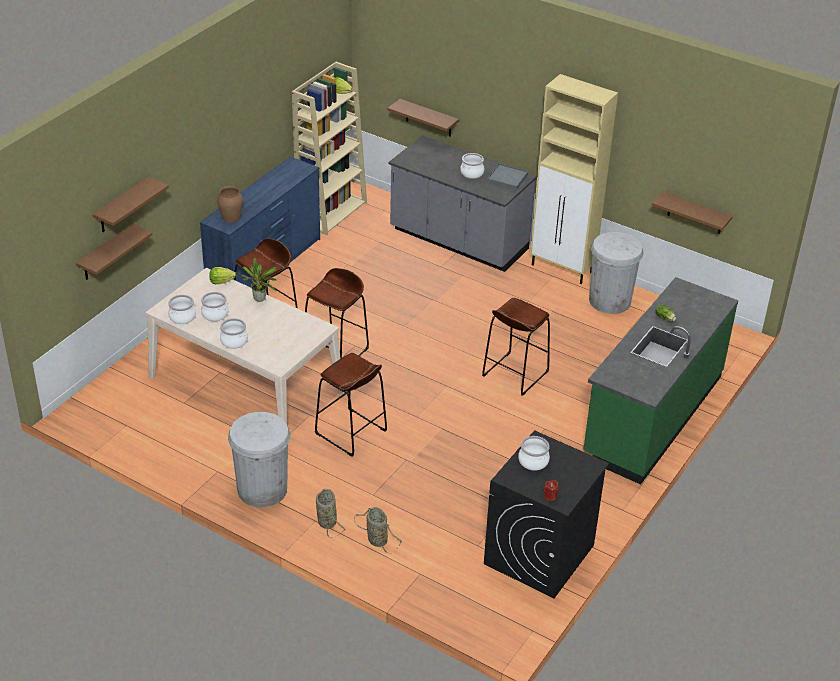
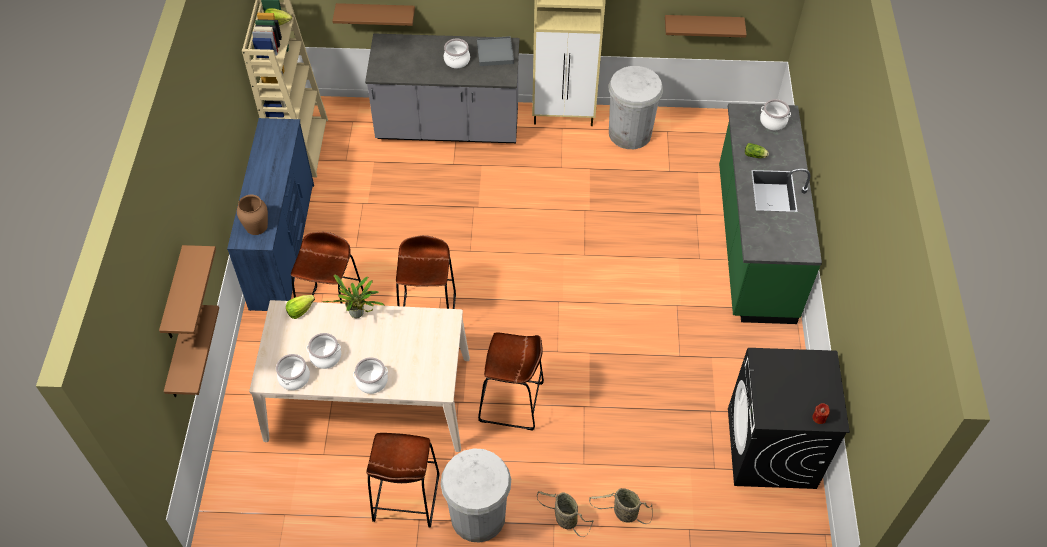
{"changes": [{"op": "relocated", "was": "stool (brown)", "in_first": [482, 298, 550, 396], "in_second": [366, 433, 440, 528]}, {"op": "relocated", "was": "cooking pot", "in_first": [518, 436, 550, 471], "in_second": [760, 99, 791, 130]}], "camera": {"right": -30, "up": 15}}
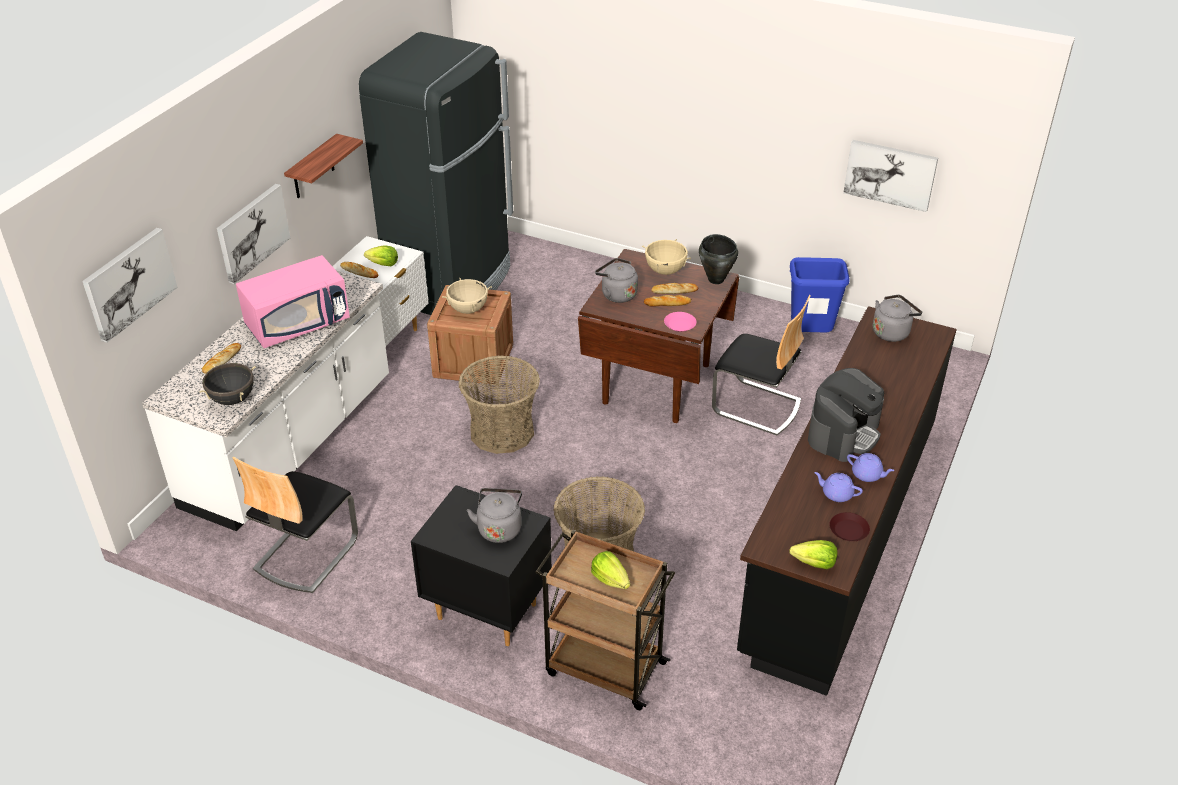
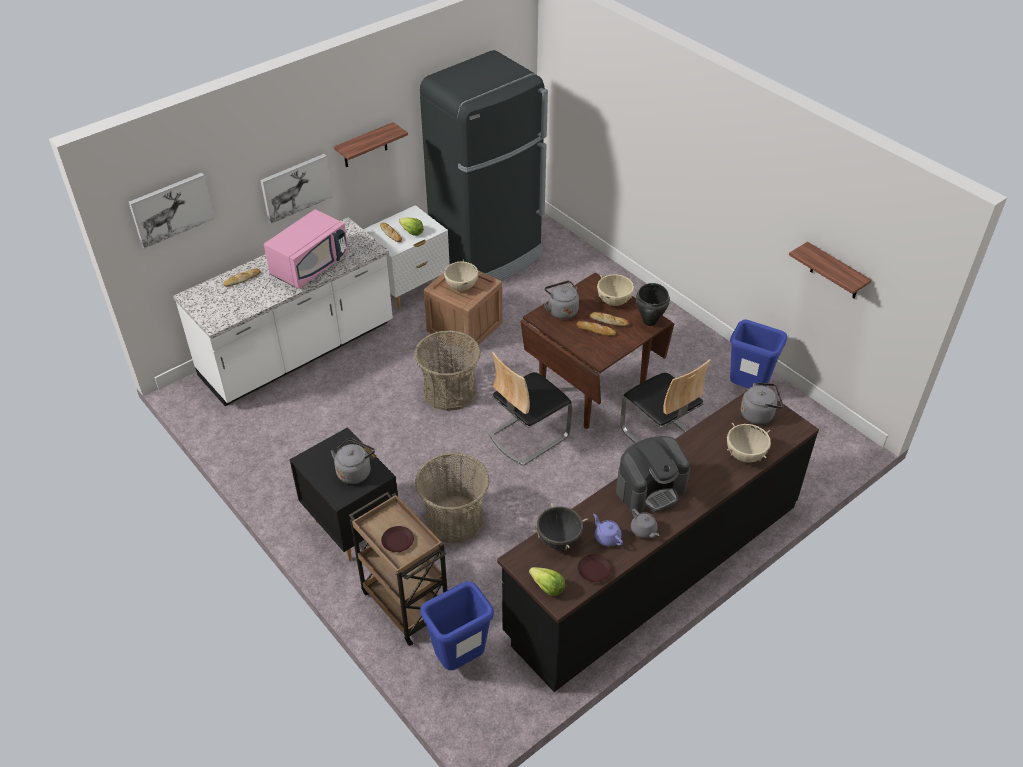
{"changes": [{"op": "spun", "was": "kitchen microwave (pink)", "in_first": [236, 255, 350, 348], "in_second": [264, 209, 348, 289], "clockwise": -45}, {"op": "exchanged", "was": "head of lettuce", "now": "plate (brown)", "in_first": [591, 551, 630, 589], "in_second": [381, 526, 414, 552]}, {"op": "appeared", "now": "trash can (blue-coloured)", "in_second": [421, 581, 494, 670]}, {"op": "relocated", "was": "upright chair", "in_first": [233, 457, 358, 593], "in_second": [488, 352, 572, 466]}, {"op": "relocated", "was": "cooking pot (black)", "in_first": [199, 363, 256, 405], "in_second": [532, 503, 588, 550]}, {"op": "colour", "was": "teapot (purple-coloured)", "now": "teapot (greyish)", "in_first": [847, 453, 895, 482], "in_second": [631, 509, 659, 538]}, {"op": "appeared", "now": "cooking pot (sand-coloured)", "in_second": [727, 423, 771, 463]}, {"op": "exchanged", "was": "wall art", "now": "wall shelf", "in_first": [843, 140, 938, 212], "in_second": [789, 242, 872, 299]}, {"op": "missing", "was": "plate (pink)", "in_first": [664, 312, 696, 332]}], "camera": {"right": 25, "up": 5}}
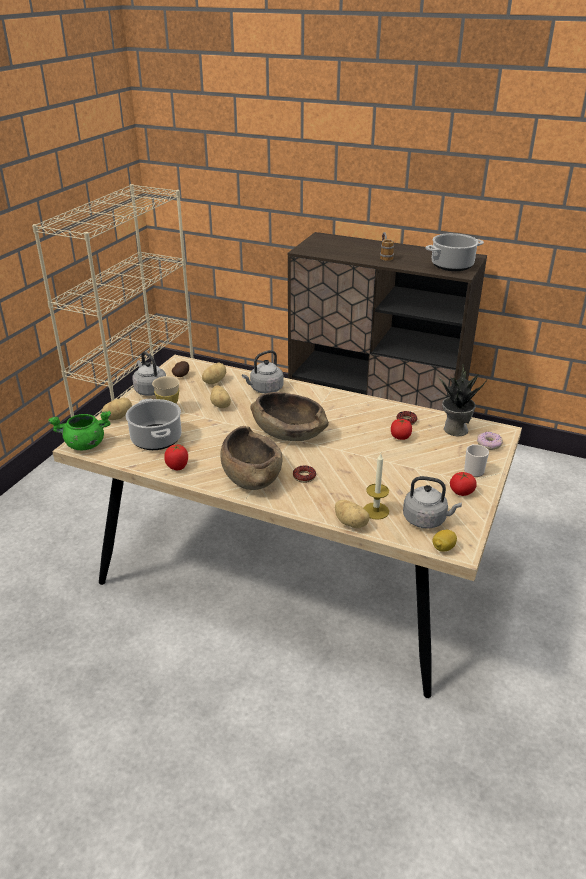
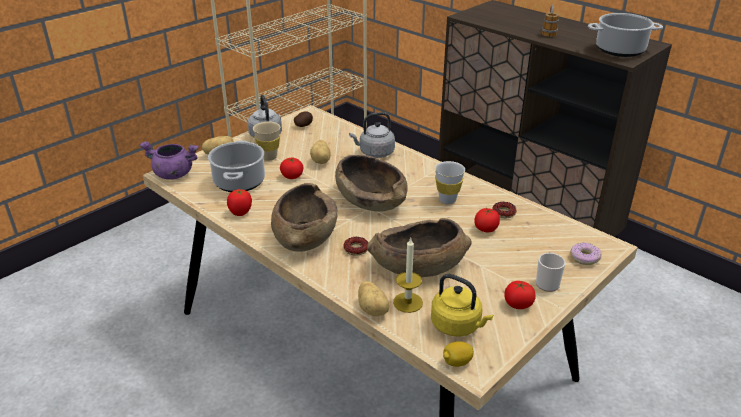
{"changes": [{"op": "colour", "was": "cooking pot (green-coloured)", "now": "cooking pot (purple-coloured)", "in_first": [48, 411, 111, 450], "in_second": [140, 142, 199, 179]}, {"op": "appeared", "now": "fresh tomato", "in_second": [280, 158, 303, 179]}, {"op": "appeared", "now": "bowl (brown)", "in_second": [367, 218, 472, 277]}, {"op": "colour", "was": "tea kettle (greyish)", "now": "tea kettle (yellowish)", "in_first": [403, 476, 462, 529], "in_second": [431, 274, 493, 337]}, {"op": "appeared", "now": "drinking cup (white-coloured)", "in_second": [435, 161, 465, 204]}, {"op": "missing", "was": "potato", "in_first": [202, 363, 226, 384]}, {"op": "missing", "was": "plant in a pot", "in_first": [438, 364, 487, 436]}], "camera": {"right": 20, "up": 0}}
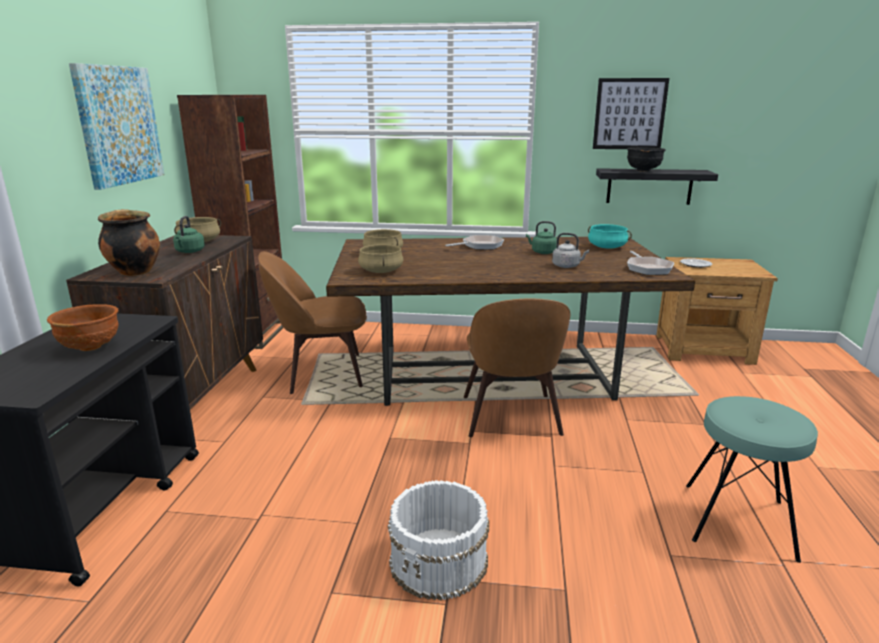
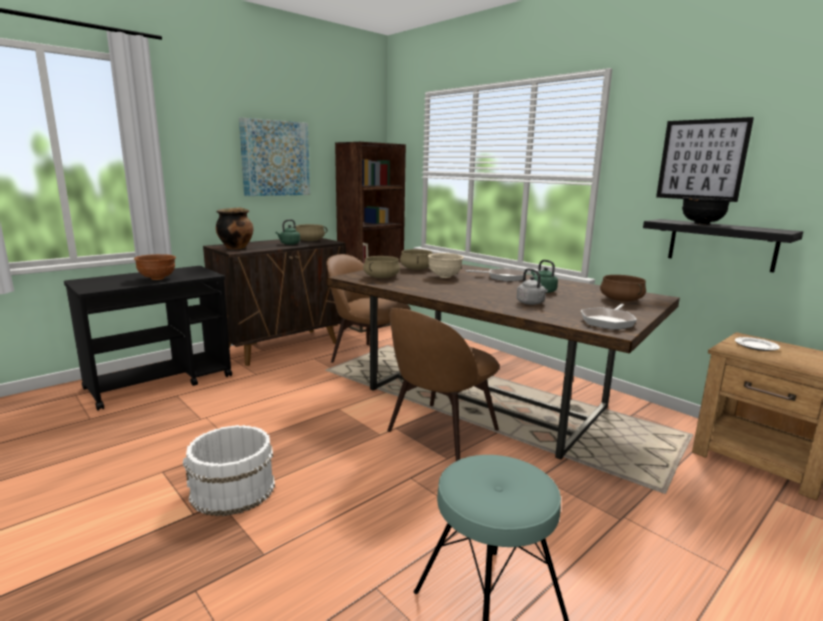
{"changes": [{"op": "appeared", "now": "bowl (sand-coloured)", "in_second": [428, 253, 464, 278]}, {"op": "colour", "was": "cooking pot (turquoise)", "now": "cooking pot (brown)", "in_first": [588, 224, 632, 249], "in_second": [600, 275, 646, 301]}], "camera": {"right": 40, "up": -5}}
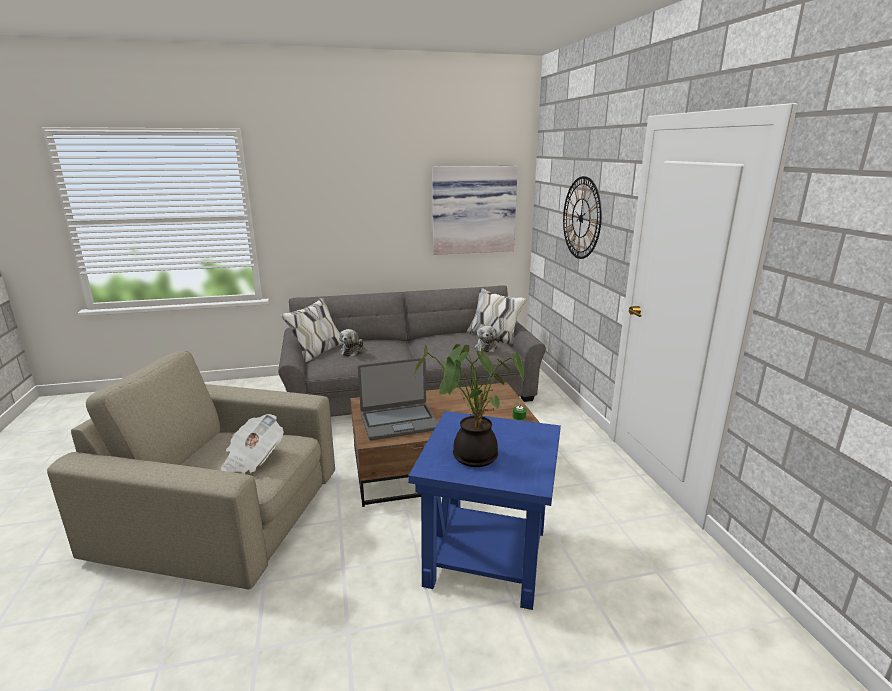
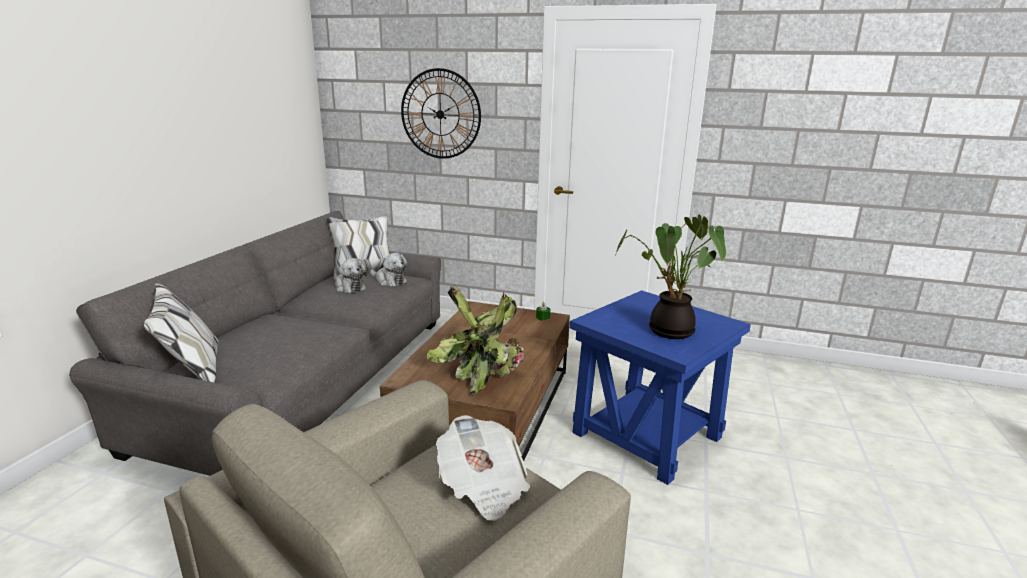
{"changes": [{"op": "relocated", "was": "cuddly toy", "in_first": [339, 329, 363, 357], "in_second": [334, 258, 367, 293]}, {"op": "exchanged", "was": "laptop", "now": "plant in a pot", "in_first": [358, 358, 438, 440], "in_second": [427, 285, 524, 395]}, {"op": "missing", "was": "wall art", "in_first": [432, 166, 518, 255]}], "camera": {"right": -60, "up": 0}}
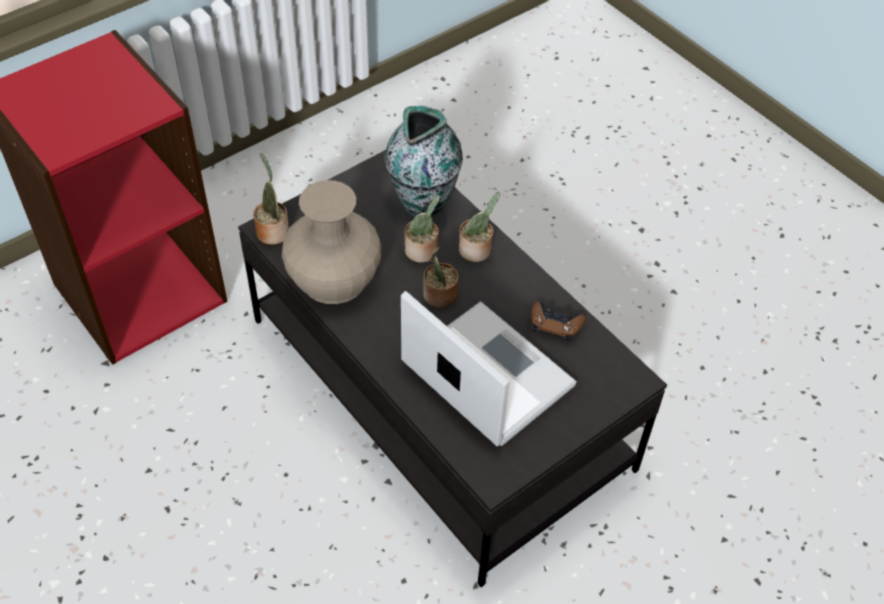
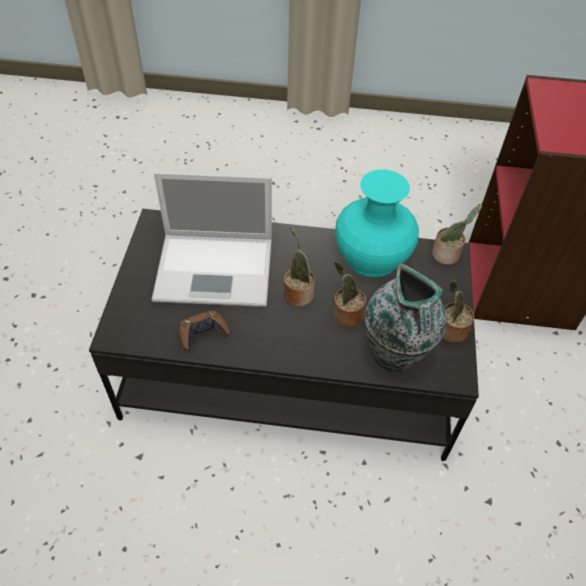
{"changes": [{"op": "colour", "was": "decorative vase (sand-coloured)", "now": "decorative vase (turquoise)", "in_first": [282, 180, 381, 304], "in_second": [335, 169, 419, 277]}, {"op": "relocated", "was": "plant in a pot", "in_first": [459, 192, 500, 262], "in_second": [442, 281, 474, 343]}], "camera": {"right": 135, "up": 0}}
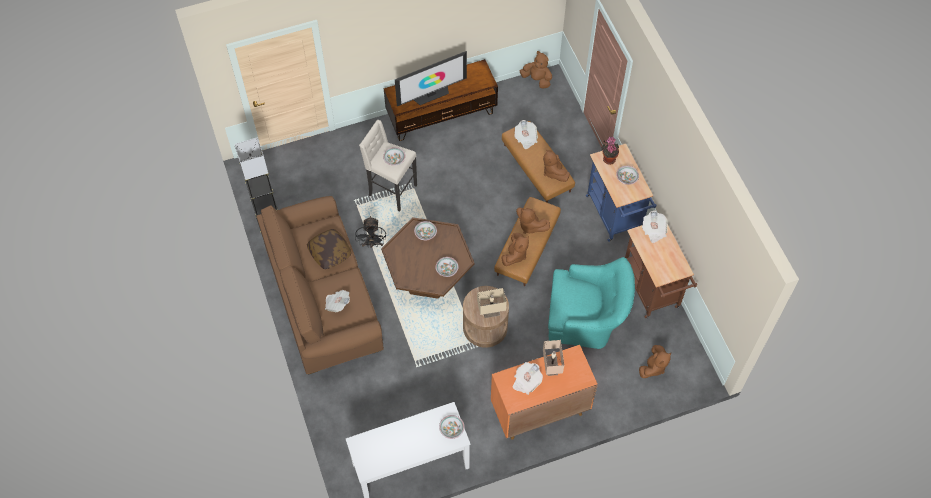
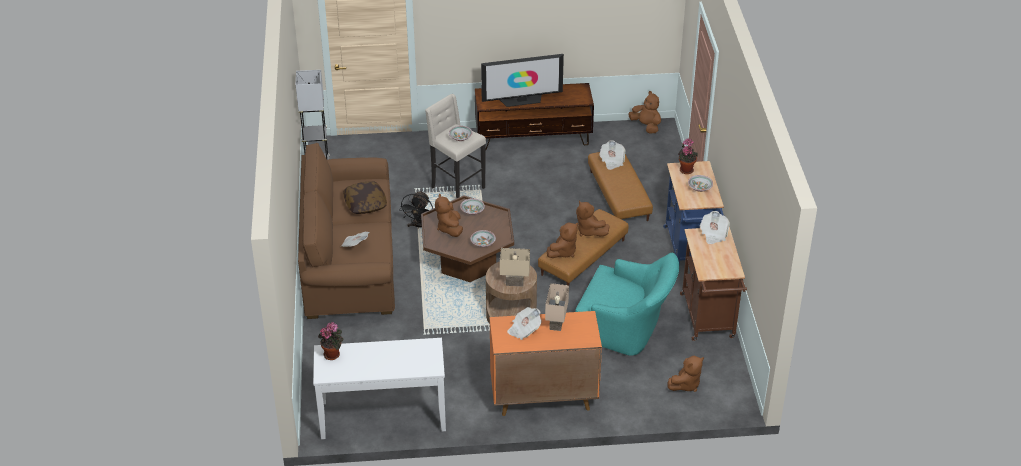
{"changes": [{"op": "appeared", "now": "plant in a pot", "in_second": [318, 322, 343, 360]}, {"op": "relocated", "was": "cuddly toy (brown)", "in_first": [543, 150, 570, 182], "in_second": [435, 194, 463, 237]}, {"op": "missing", "was": "bowl", "in_first": [439, 415, 465, 439]}], "camera": {"right": 15, "up": -20}}
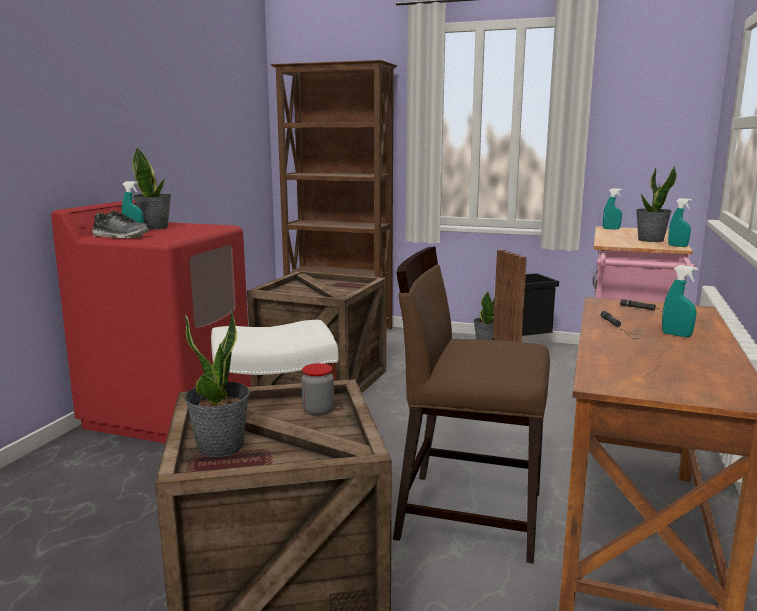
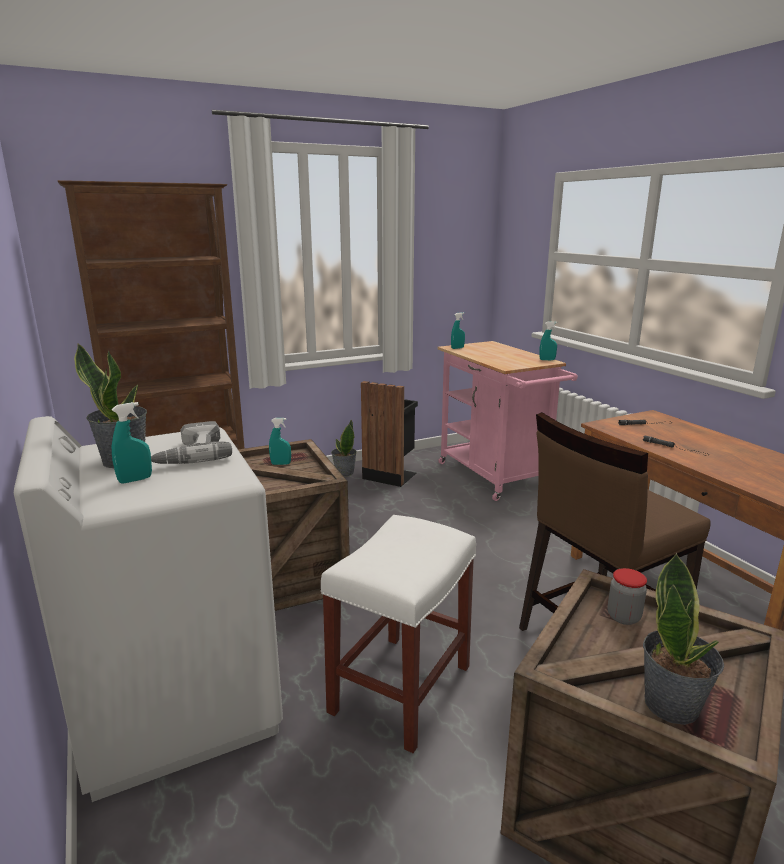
{"changes": [{"op": "colour", "was": "washing machine (red)", "now": "washing machine (white-coloured)", "in_first": [51, 200, 251, 444], "in_second": [14, 416, 283, 802]}, {"op": "appeared", "now": "electric drill", "in_second": [151, 421, 232, 464]}, {"op": "relocated", "was": "spray bottle (turquoise)", "in_first": [662, 265, 698, 337], "in_second": [269, 418, 291, 465]}, {"op": "missing", "was": "low shoe", "in_first": [92, 211, 149, 238]}, {"op": "missing", "was": "plant in a pot", "in_first": [636, 166, 677, 242]}], "camera": {"right": -45, "up": 5}}
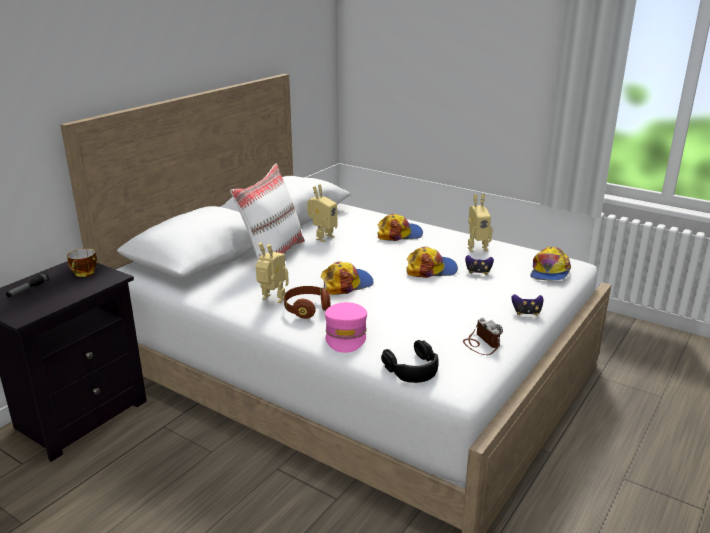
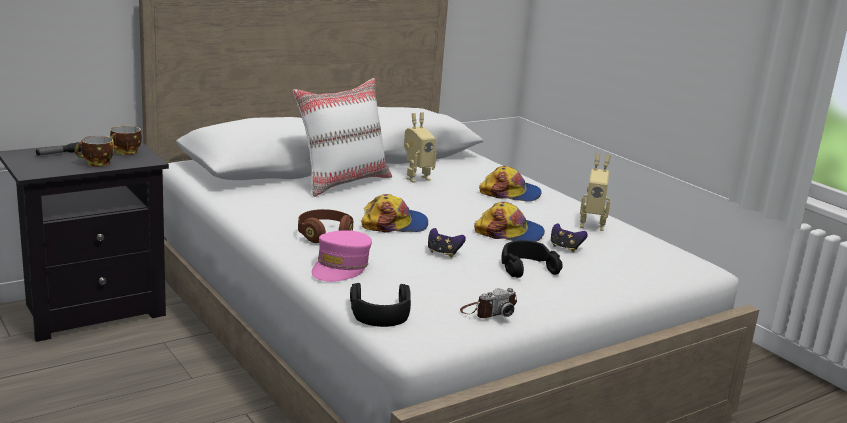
{"changes": [{"op": "appeared", "now": "drinking cup", "in_second": [75, 136, 114, 166]}, {"op": "relocated", "was": "game controller", "in_first": [511, 294, 544, 316], "in_second": [428, 228, 466, 258]}, {"op": "spun", "was": "still camera", "in_first": [463, 318, 503, 355], "in_second": [460, 288, 517, 318], "clockwise": 60}, {"op": "appeared", "now": "pair of headphones (black)", "in_second": [501, 240, 563, 278]}, {"op": "missing", "was": "model robot", "in_first": [256, 242, 289, 303]}, {"op": "missing", "was": "cap", "in_first": [530, 247, 571, 281]}], "camera": {"right": 20, "up": -5}}
